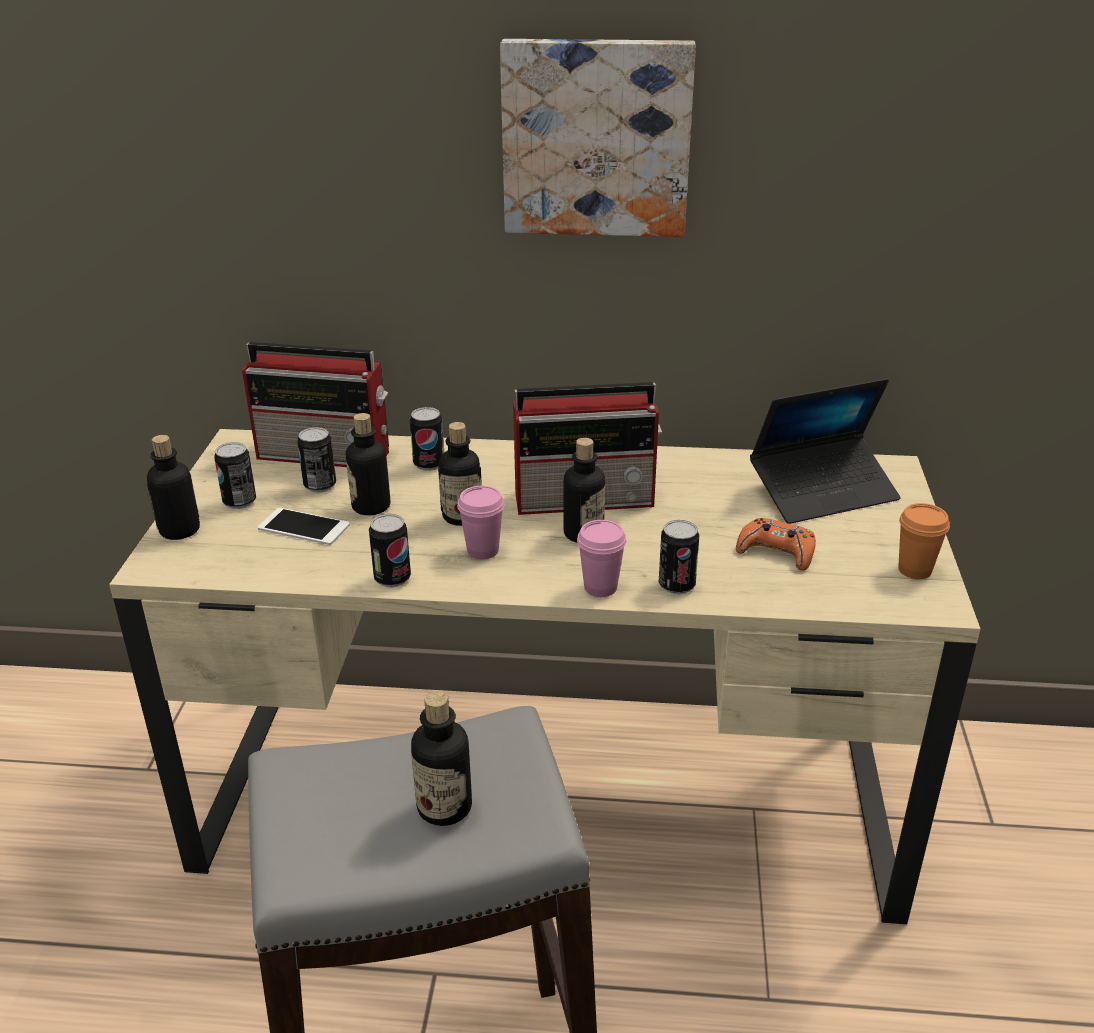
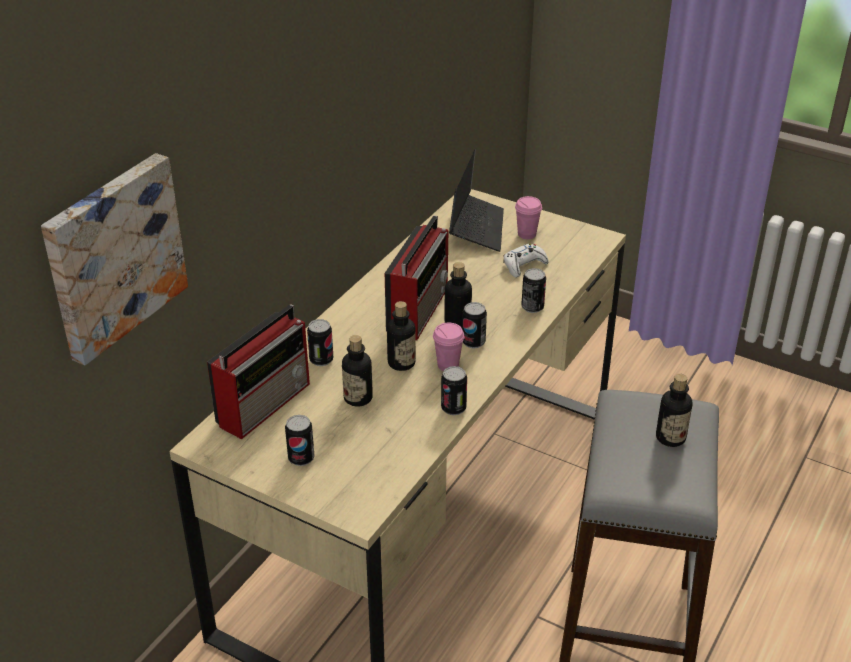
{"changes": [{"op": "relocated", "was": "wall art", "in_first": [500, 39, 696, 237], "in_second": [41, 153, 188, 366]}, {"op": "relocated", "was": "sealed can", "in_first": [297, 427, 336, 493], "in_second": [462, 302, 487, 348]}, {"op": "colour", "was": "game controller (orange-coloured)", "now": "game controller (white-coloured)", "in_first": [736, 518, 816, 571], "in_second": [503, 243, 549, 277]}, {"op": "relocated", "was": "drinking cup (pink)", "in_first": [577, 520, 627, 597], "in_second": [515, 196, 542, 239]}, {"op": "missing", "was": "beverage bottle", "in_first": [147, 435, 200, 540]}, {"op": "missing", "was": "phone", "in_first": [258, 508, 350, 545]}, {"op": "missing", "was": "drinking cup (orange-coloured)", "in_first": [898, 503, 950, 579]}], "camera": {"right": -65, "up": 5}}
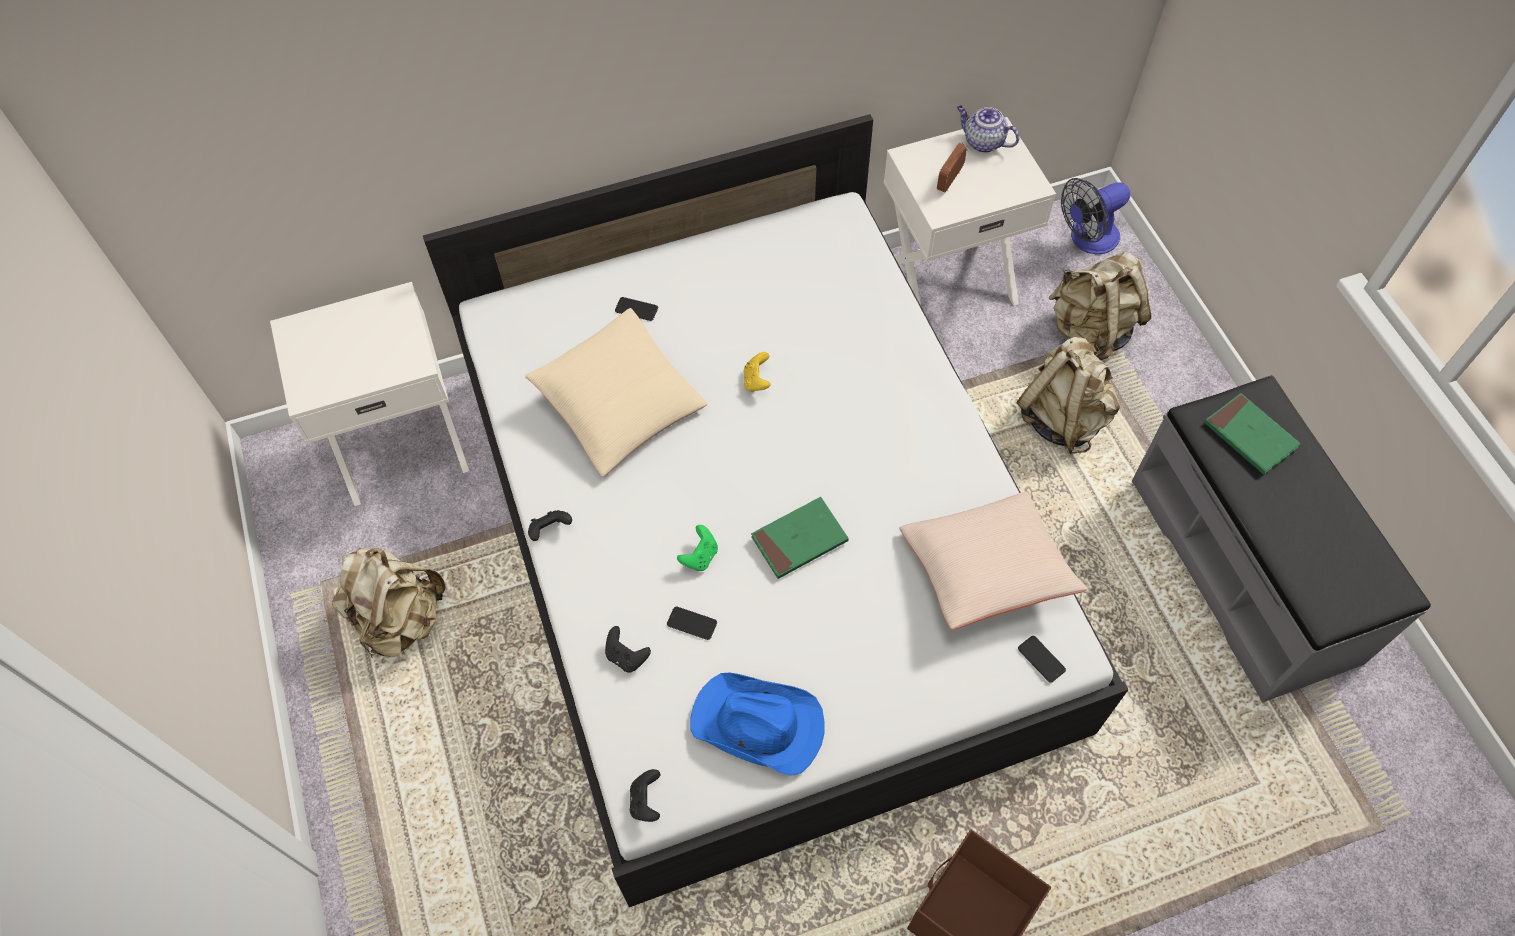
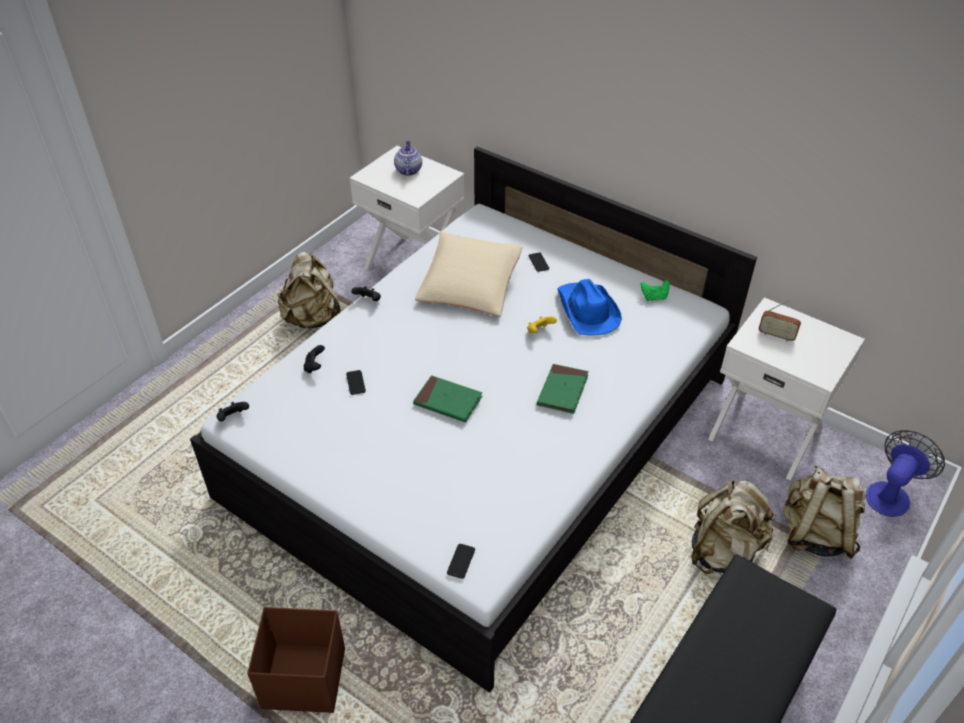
{"changes": [{"op": "relocated", "was": "teapot", "in_first": [957, 105, 1020, 153], "in_second": [394, 141, 422, 176]}, {"op": "relocated", "was": "volume (green-coloured)", "in_first": [1204, 393, 1301, 475], "in_second": [537, 364, 589, 414]}, {"op": "relocated", "was": "hat (blue-coloured)", "in_first": [690, 672, 825, 776], "in_second": [557, 279, 622, 335]}, {"op": "relocated", "was": "game controller (green-coloured)", "in_first": [677, 525, 718, 571], "in_second": [641, 280, 670, 301]}, {"op": "spun", "was": "radio", "in_first": [937, 142, 969, 192], "in_second": [759, 300, 801, 342], "clockwise": -150}, {"op": "spun", "was": "electric fan", "in_first": [1061, 178, 1131, 254], "in_second": [866, 430, 945, 517], "clockwise": 105}, {"op": "missing", "was": "cushion (sand-coloured)", "in_first": [899, 492, 1088, 630]}], "camera": {"right": 55, "up": -15}}
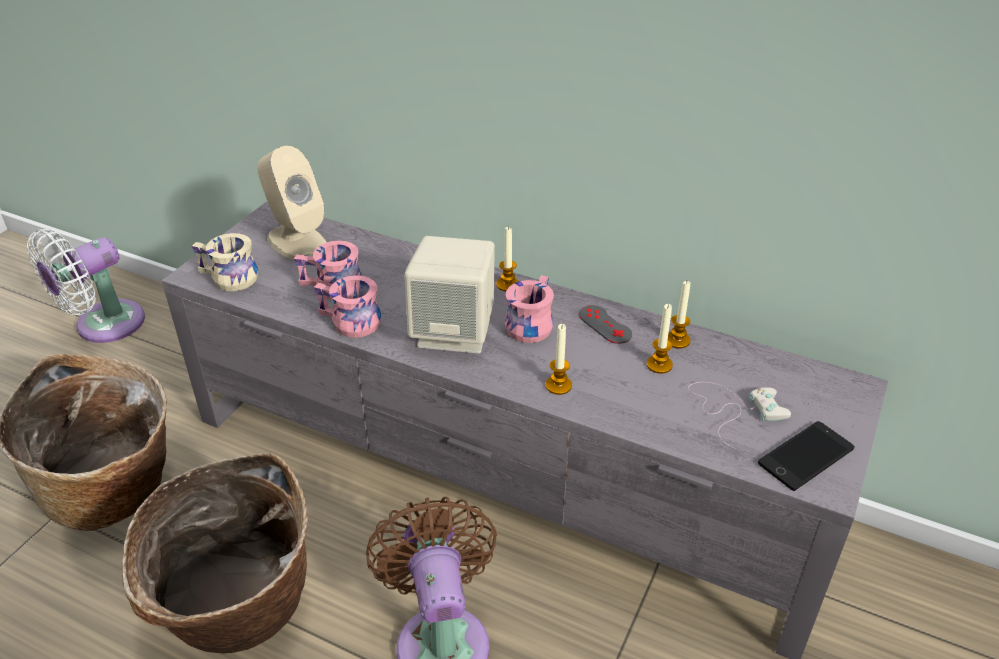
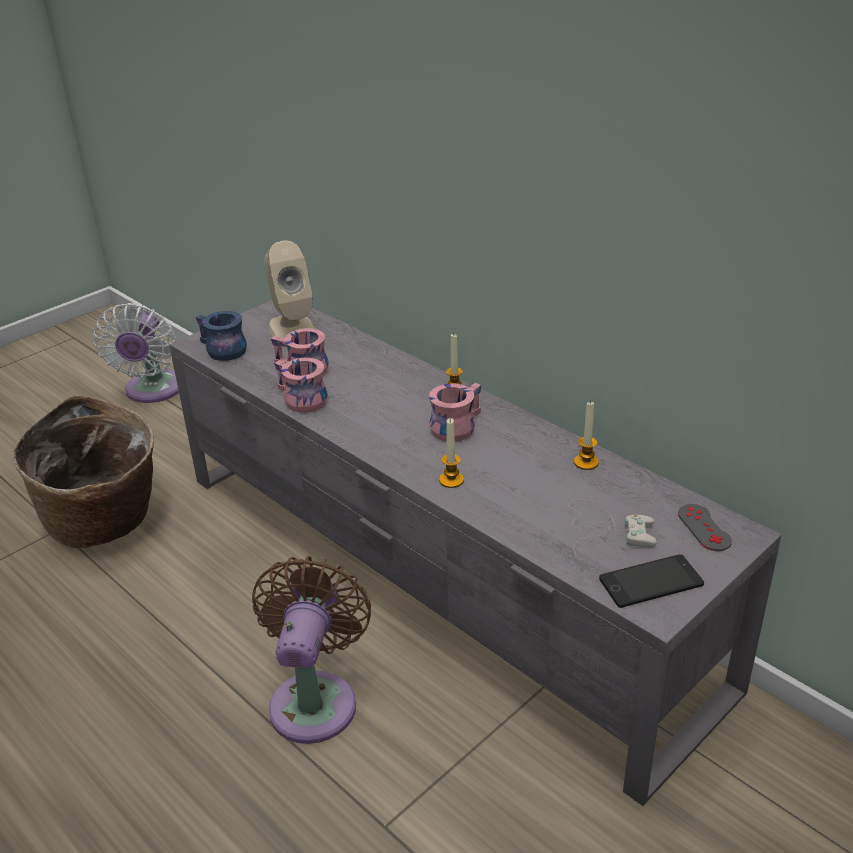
{"changes": [{"op": "spun", "was": "electric fan (white-coloured)", "in_first": [27, 229, 145, 343], "in_second": [93, 303, 179, 403], "clockwise": -60}, {"op": "colour", "was": "coffee mug (sand-coloured)", "now": "coffee mug (blue-coloured)", "in_first": [192, 233, 258, 291], "in_second": [196, 311, 247, 361]}, {"op": "relocated", "was": "game controller (greyish)", "in_first": [579, 305, 632, 344], "in_second": [678, 504, 732, 551]}, {"op": "missing", "was": "basket", "in_first": [122, 453, 308, 654]}, {"op": "missing", "was": "audio speaker (sand-coloured)", "in_first": [404, 236, 495, 354]}, {"op": "missing", "was": "wax candle", "in_first": [646, 304, 673, 374]}], "camera": {"right": 20, "up": -5}}
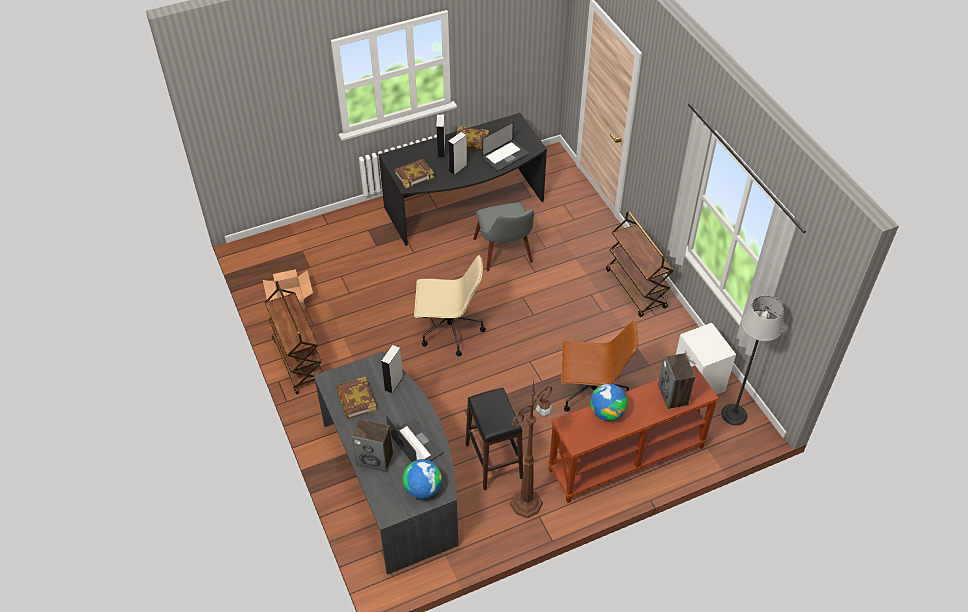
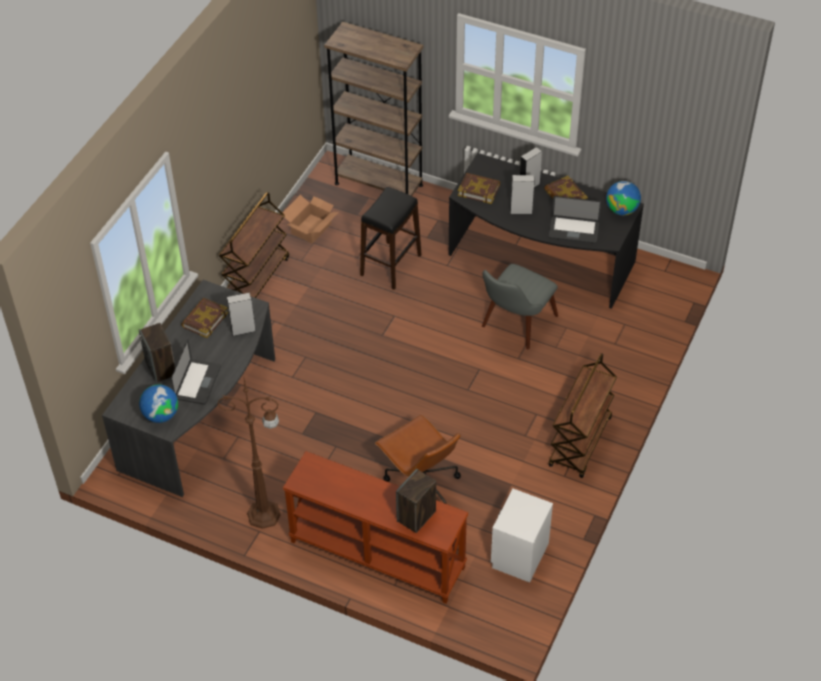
{"changes": [{"op": "appeared", "now": "bookshelf (brown)", "in_second": [324, 22, 424, 196]}, {"op": "relocated", "was": "stool (black)", "in_first": [466, 388, 523, 490], "in_second": [360, 187, 422, 290]}, {"op": "relocated", "was": "world globe", "in_first": [590, 384, 628, 421], "in_second": [606, 181, 641, 215]}, {"op": "missing", "was": "office chair (sand-coloured)", "in_first": [414, 255, 486, 356]}, {"op": "missing", "was": "floor lamp", "in_first": [721, 296, 784, 426]}], "camera": {"right": 50, "up": 0}}
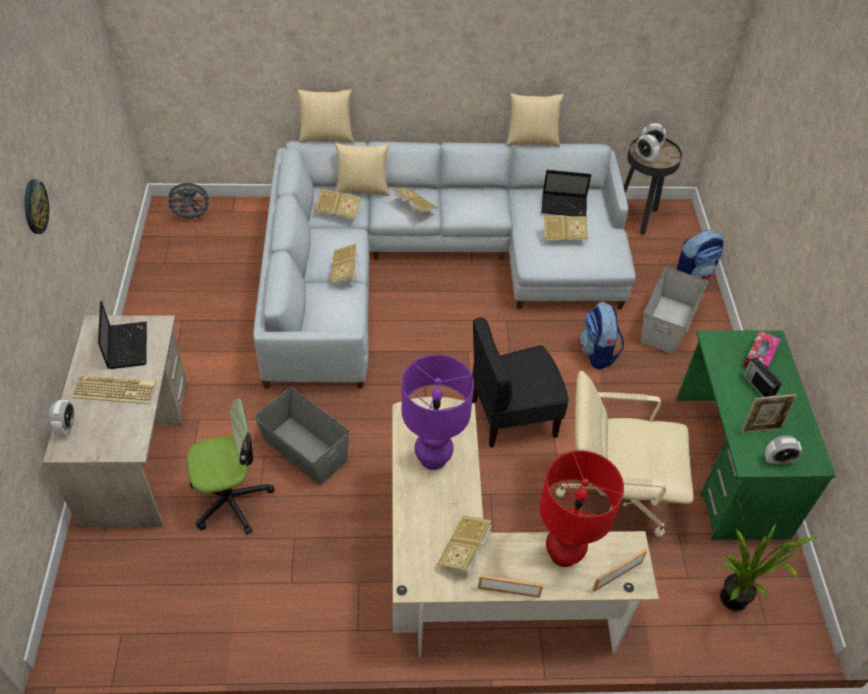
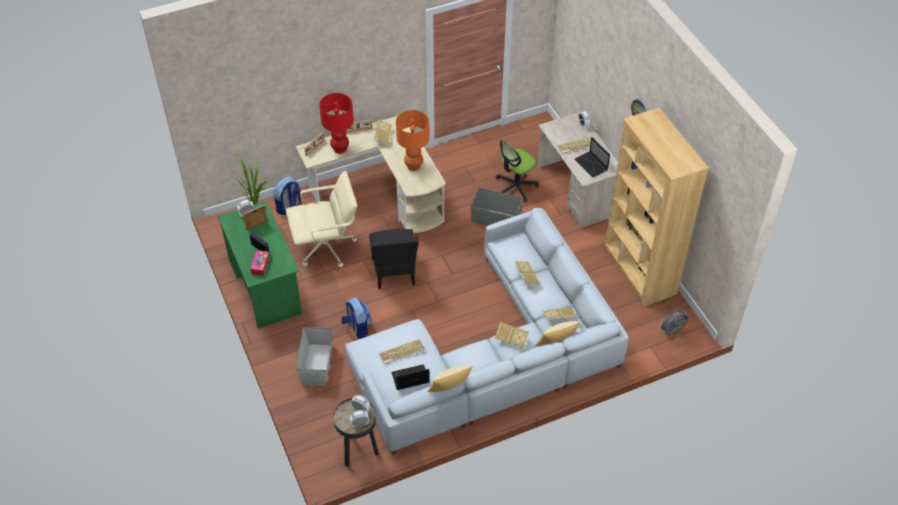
{"changes": [{"op": "relocated", "was": "backpack", "in_first": [676, 230, 724, 280], "in_second": [274, 176, 301, 215]}, {"op": "spun", "was": "upright chair (black)", "in_first": [472, 318, 569, 448], "in_second": [369, 229, 419, 289], "clockwise": 120}, {"op": "exchanged", "was": "volume", "now": "keyboard", "in_first": [544, 216, 588, 242], "in_second": [379, 339, 425, 364]}, {"op": "colour", "was": "tabletop lamp (purple-coloured)", "now": "tabletop lamp (orange-coloured)", "in_first": [402, 355, 474, 470], "in_second": [396, 110, 430, 171]}, {"op": "appeared", "now": "bookshelf (brown)", "in_second": [604, 108, 708, 307]}, {"op": "missing", "was": "cushion", "in_first": [297, 89, 354, 143]}], "camera": {"right": 160, "up": 0}}
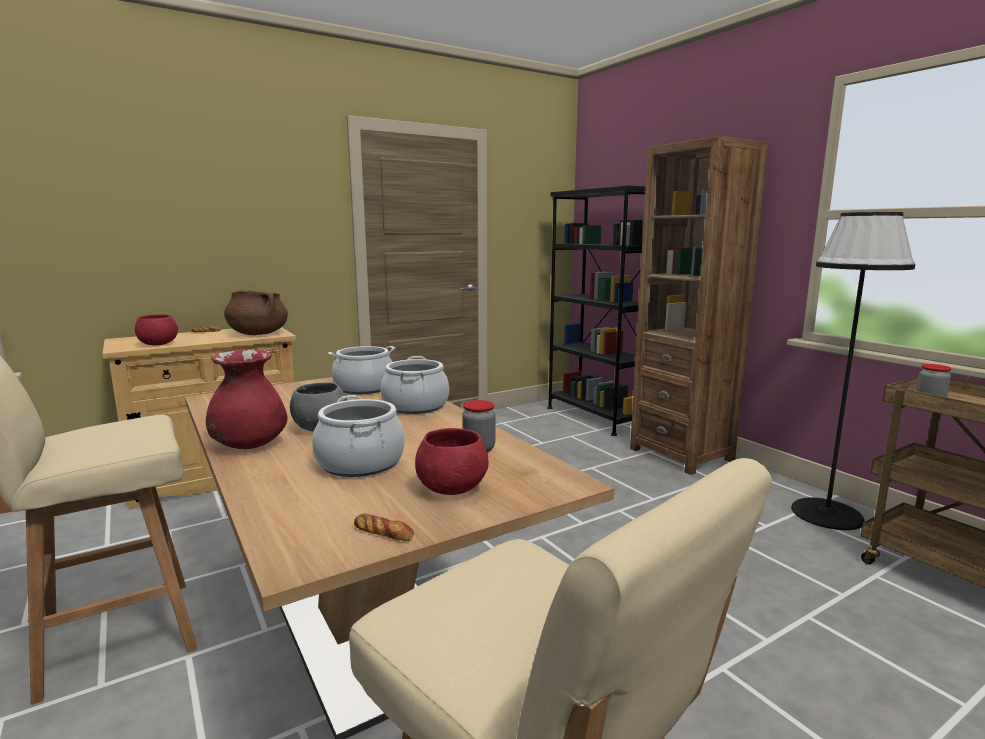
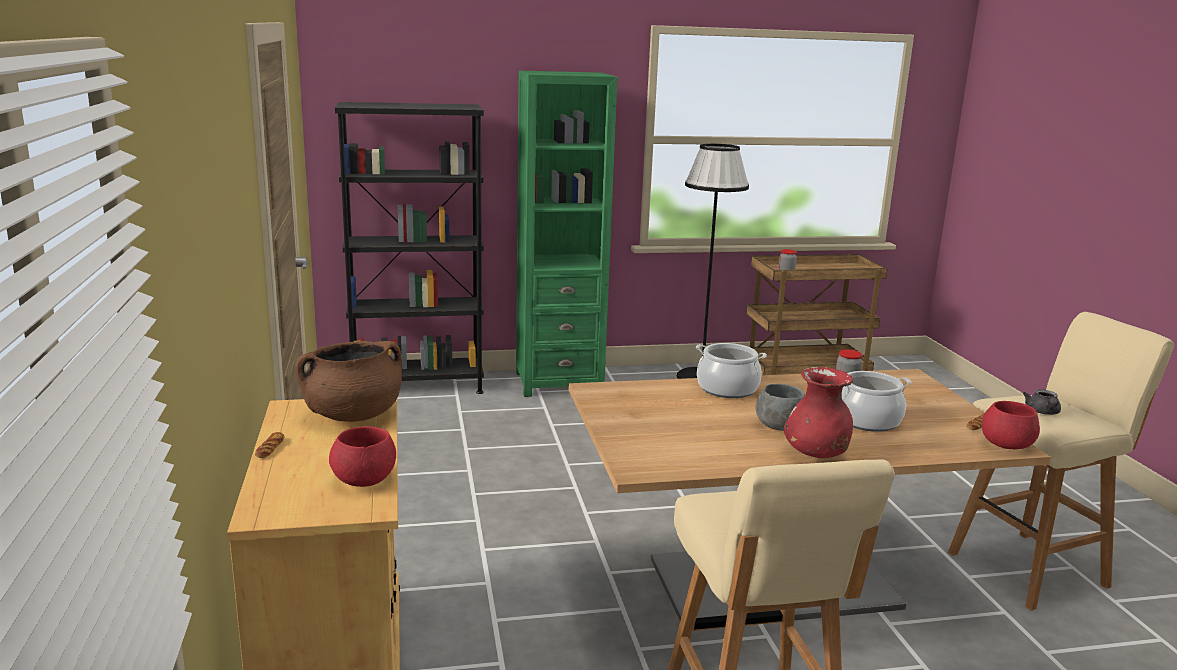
{"changes": [{"op": "colour", "was": "bookshelf (brown)", "now": "bookshelf (green-coloured)", "in_first": [630, 136, 768, 475], "in_second": [516, 70, 617, 397]}, {"op": "relocated", "was": "bowl (red)", "in_first": [415, 428, 488, 495], "in_second": [982, 401, 1040, 449]}, {"op": "appeared", "now": "teapot (greyish)", "in_second": [1023, 389, 1061, 415]}, {"op": "missing", "was": "cooking pot", "in_first": [328, 346, 395, 394]}], "camera": {"right": -70, "up": 5}}
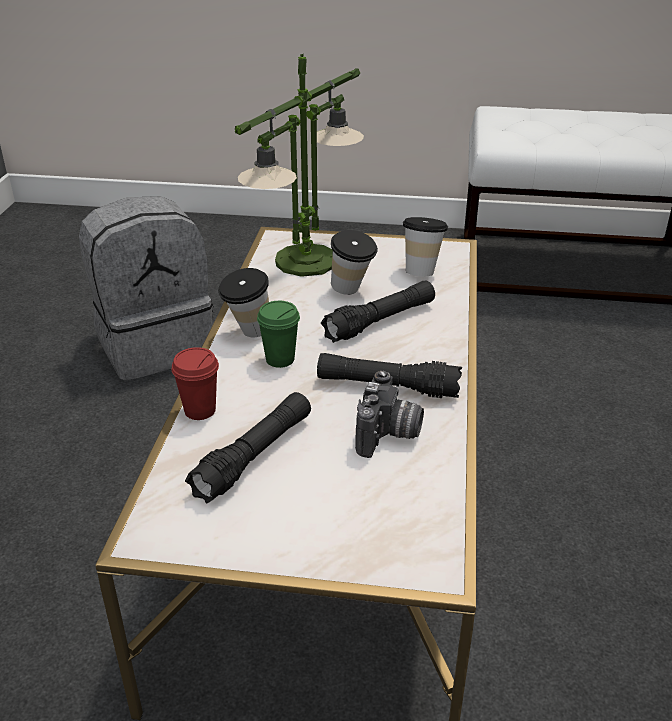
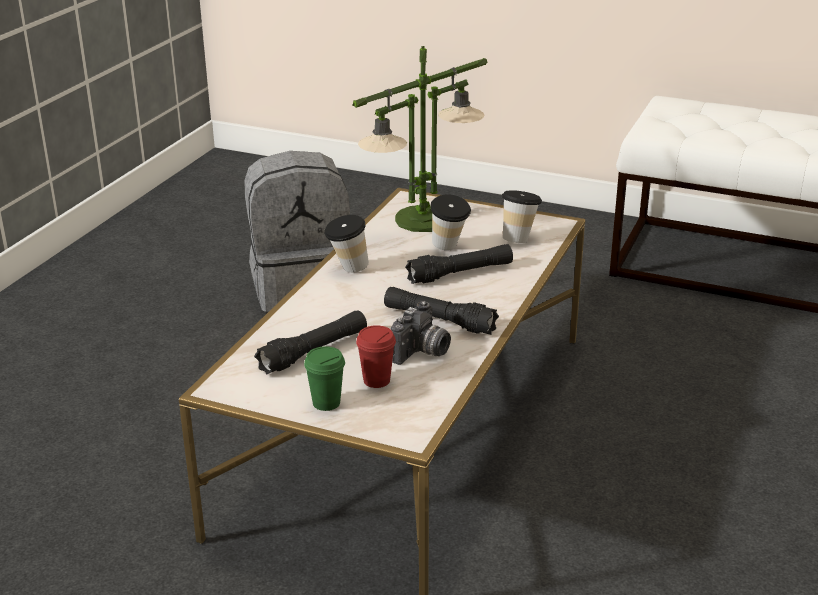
{"changes": [{"op": "relocated", "was": "drinking cup (green-coloured)", "in_first": [257, 301, 300, 368], "in_second": [304, 346, 345, 411]}, {"op": "relocated", "was": "drinking cup (red)", "in_first": [172, 347, 219, 420], "in_second": [356, 325, 396, 388]}], "camera": {"right": 15, "up": -5}}
